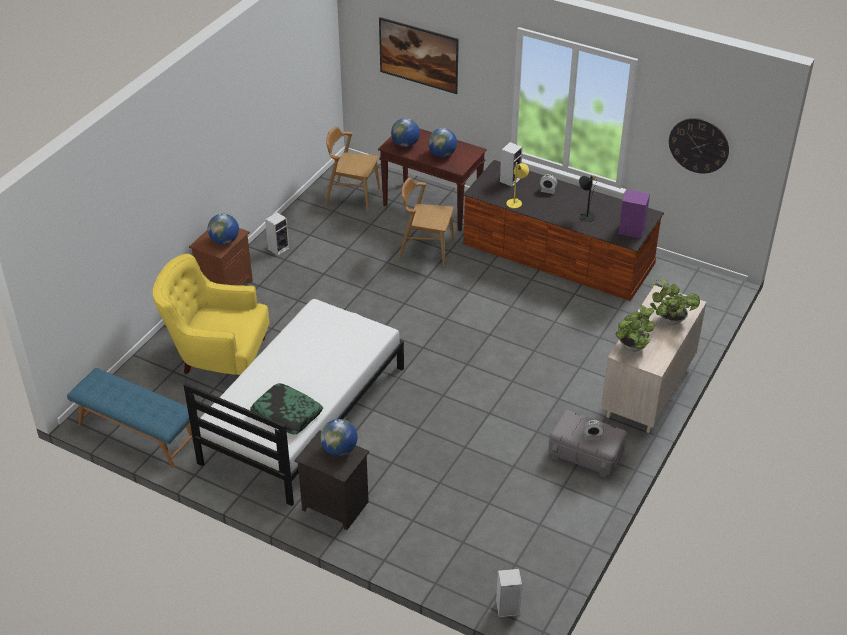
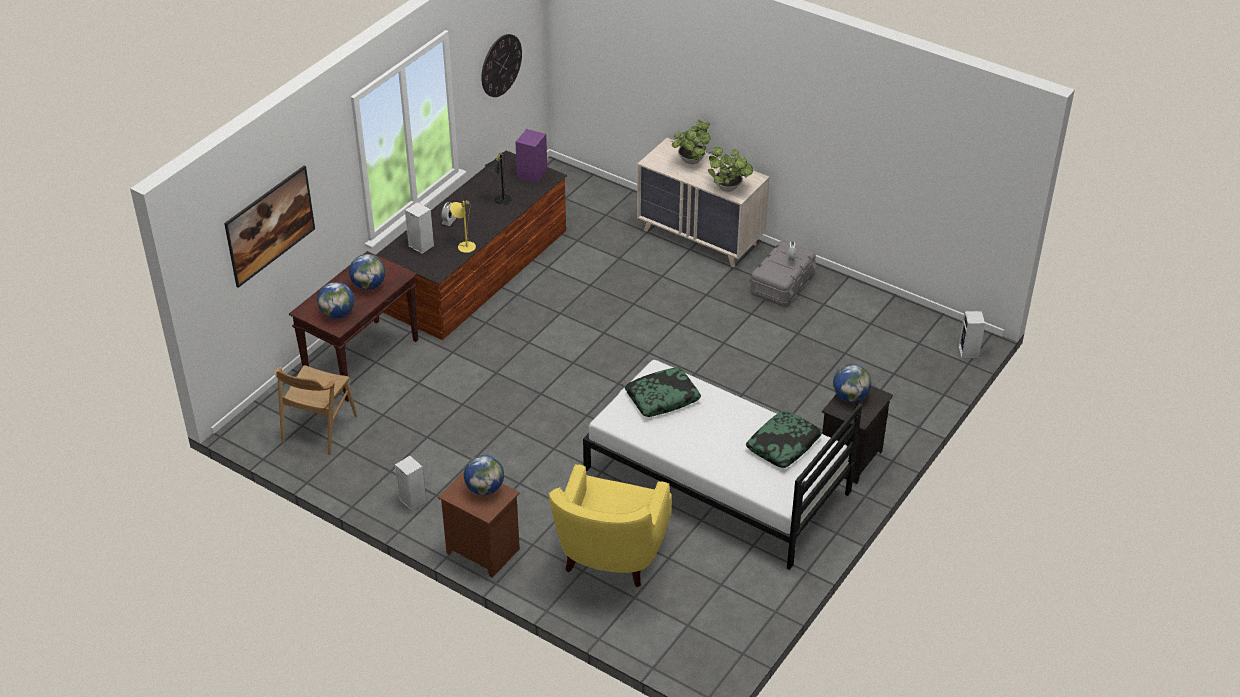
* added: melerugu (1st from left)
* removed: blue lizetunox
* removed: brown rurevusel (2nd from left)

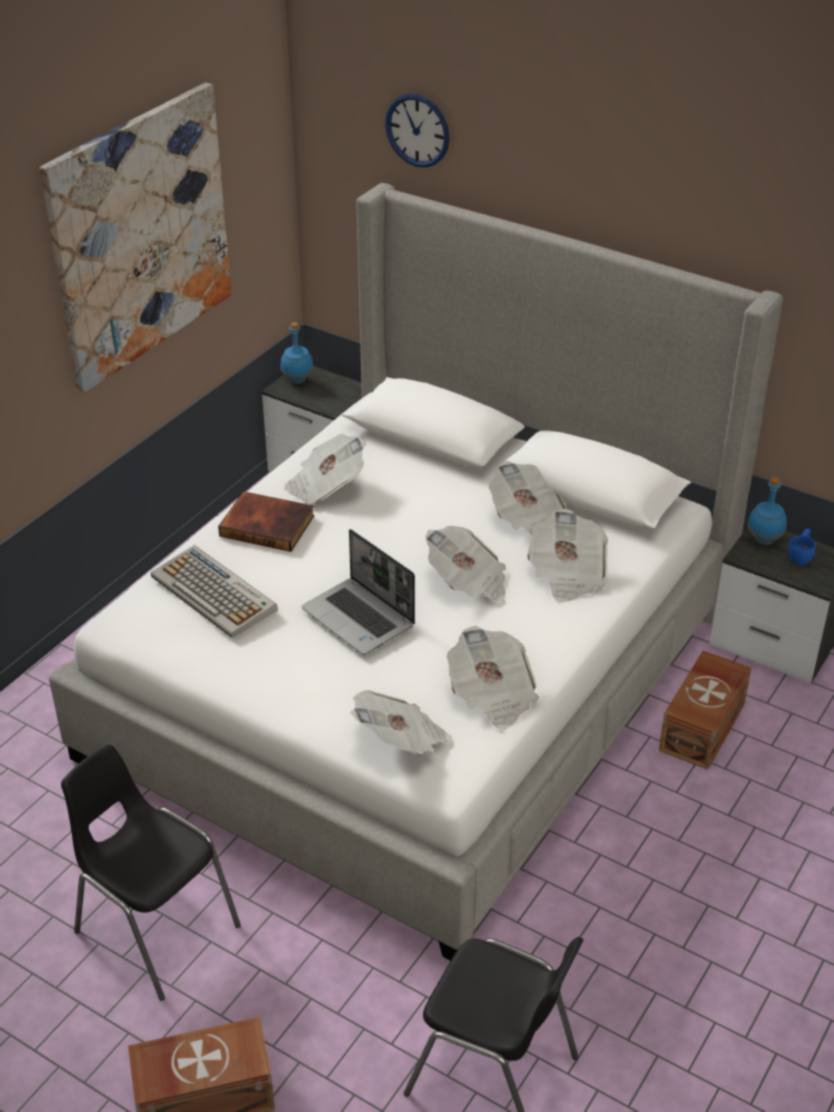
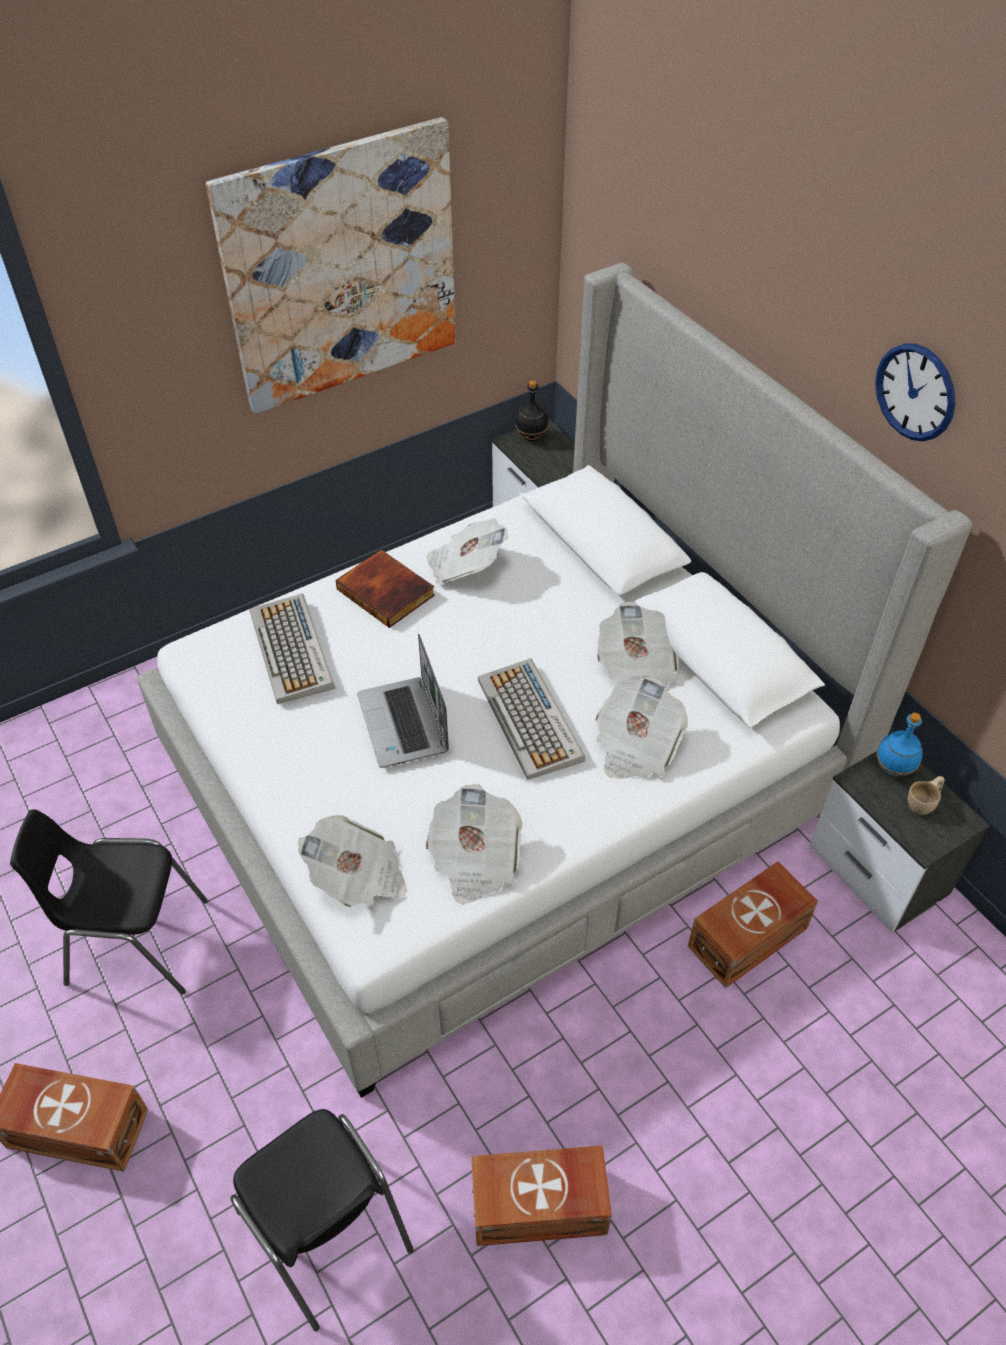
* turned: black rurevusel (1st from left) 60 degrees counterclockwise
* added: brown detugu (2nd from left)
* replaced: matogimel (3rd from left) to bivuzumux (2nd from left)
* recoloured: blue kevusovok (1st from left) to black kevusovok
* moved: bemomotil
* recoloured: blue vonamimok to beige vonamimok

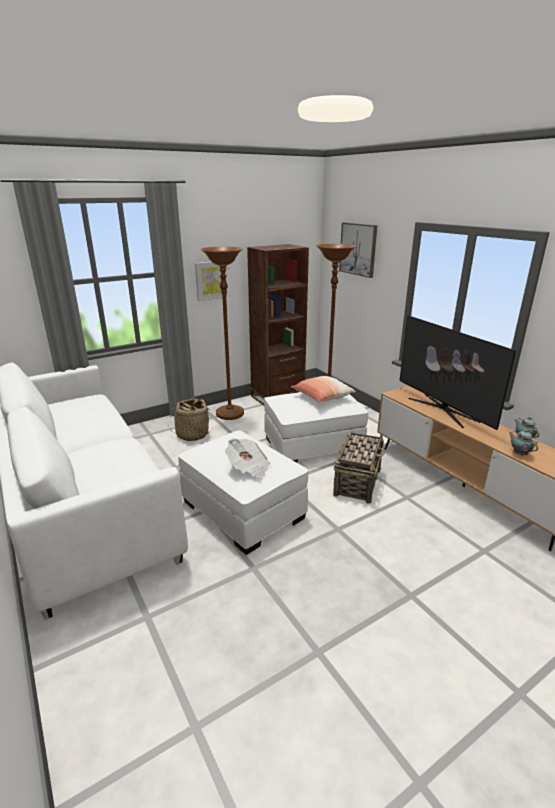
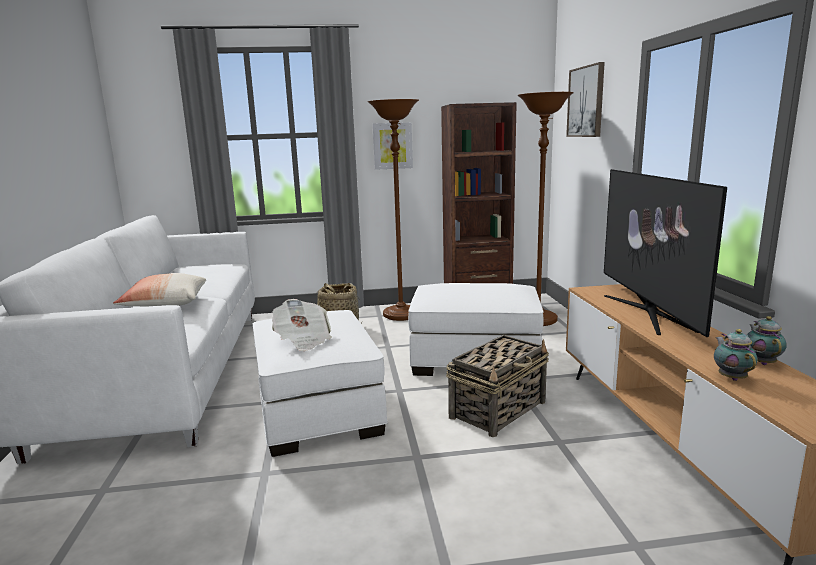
* moved: melerugu

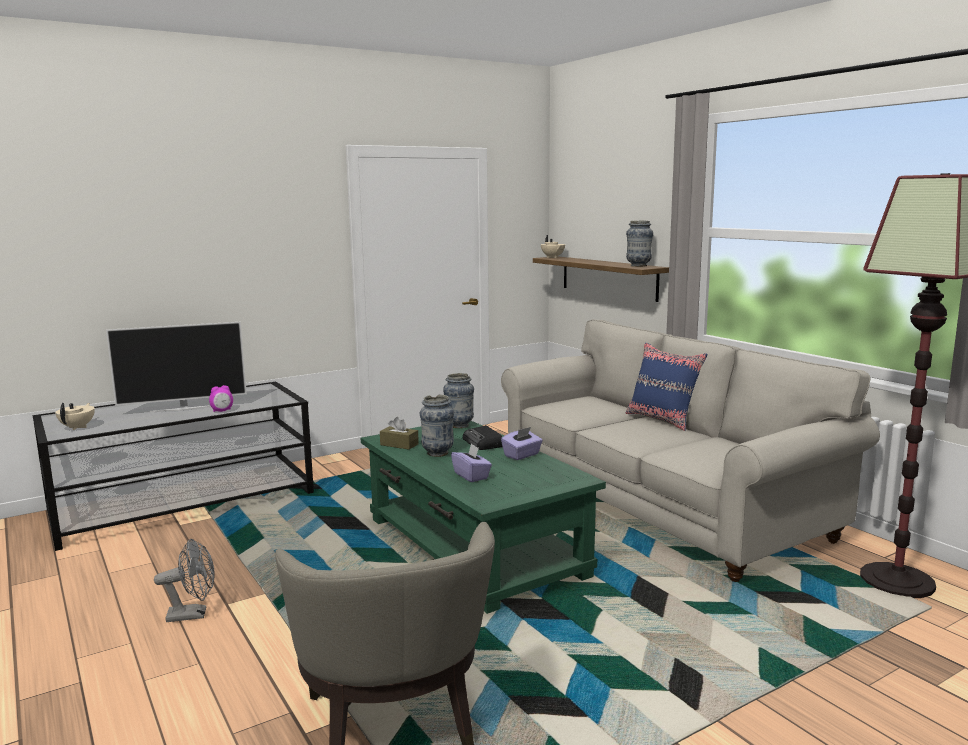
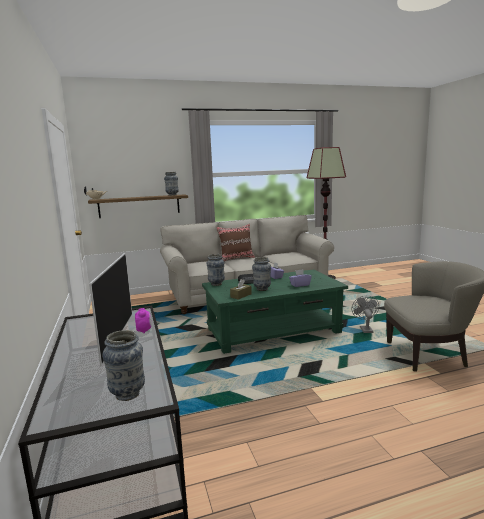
* replaced: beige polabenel (1st from left) to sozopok (1st from left)
* recoloured: blue melerugu to brown melerugu
* moved: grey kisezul

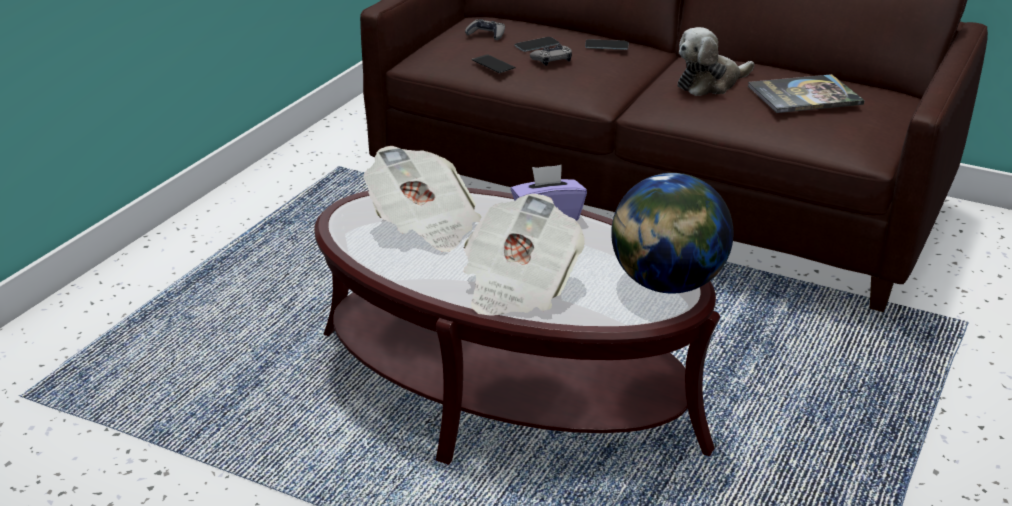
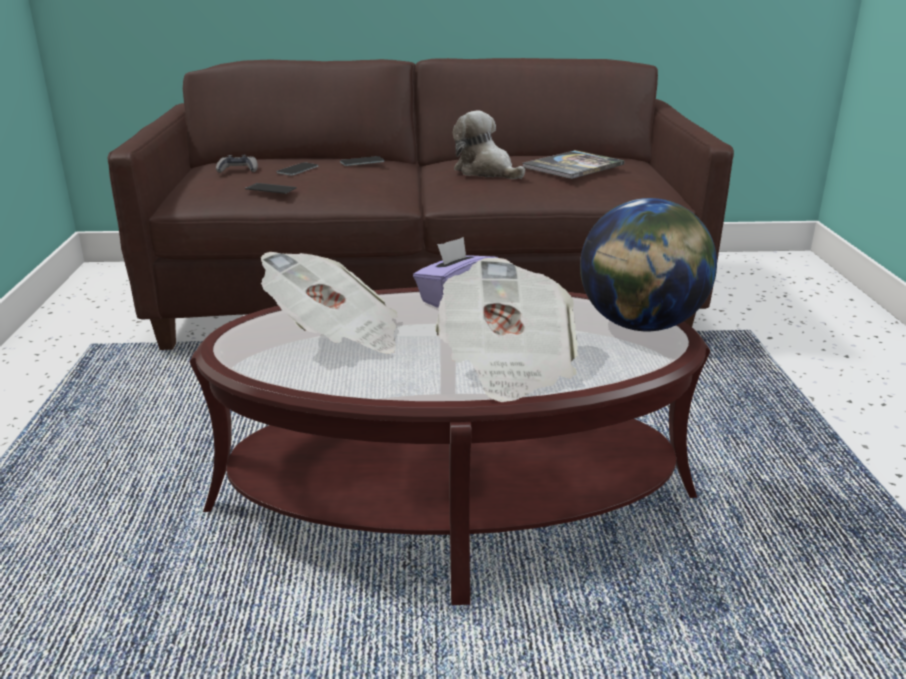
* turned: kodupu 105 degrees clockwise
* removed: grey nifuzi (2nd from left)

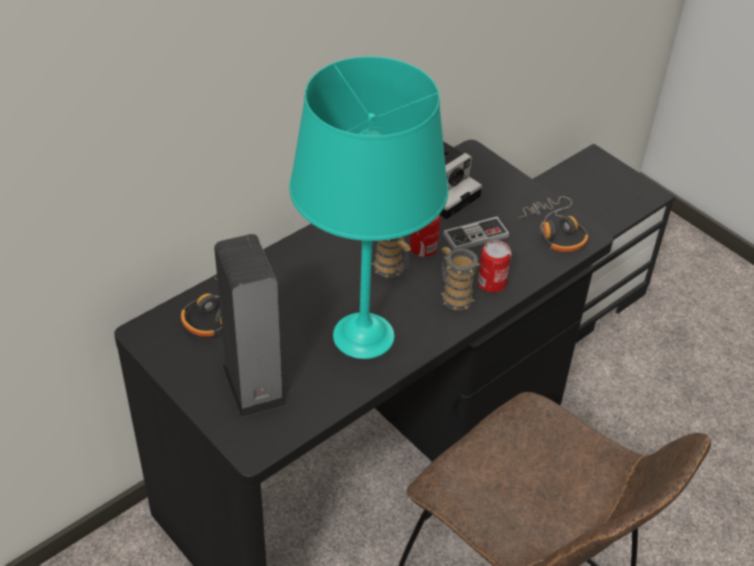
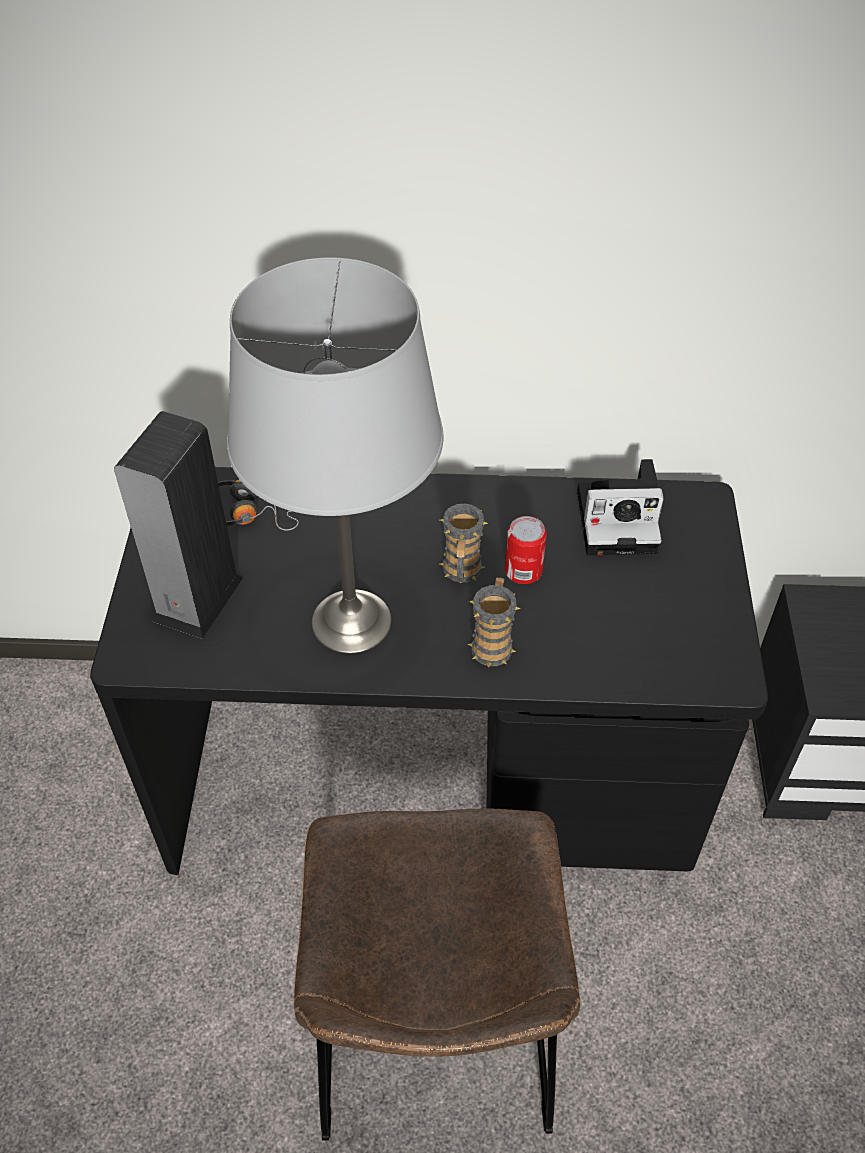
* recoloured: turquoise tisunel to grey tisunel
* removed: nifuzi
* removed: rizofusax (2nd from left)
* removed: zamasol (2nd from left)

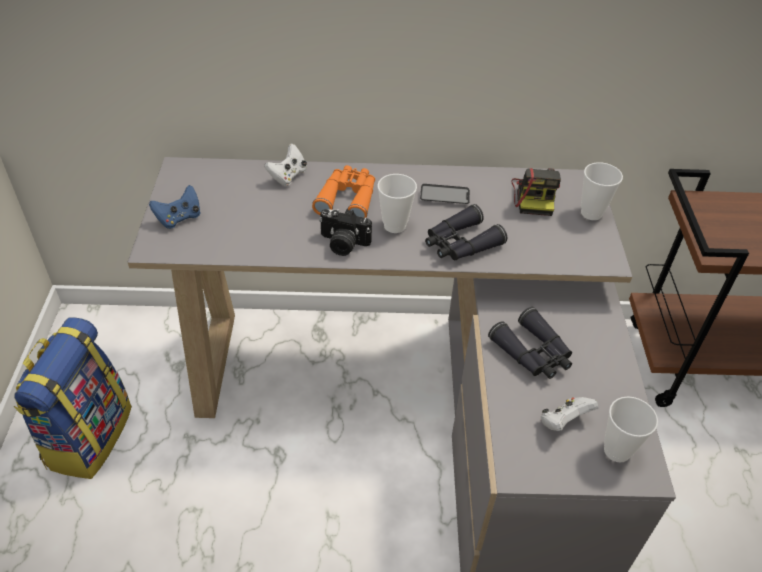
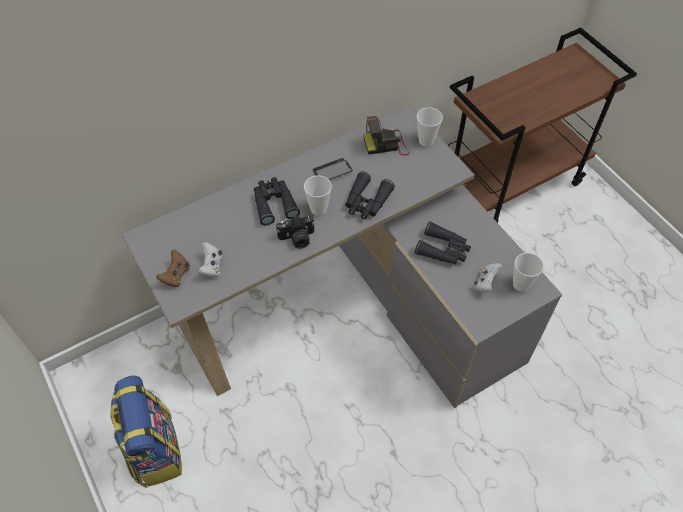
* recoloured: blue nifuzi to brown nifuzi
* moved: white nifuzi (1st from left)
* recoloured: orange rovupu to black rovupu (1st from left)
* turned: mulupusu (2nd from left) 105 degrees clockwise

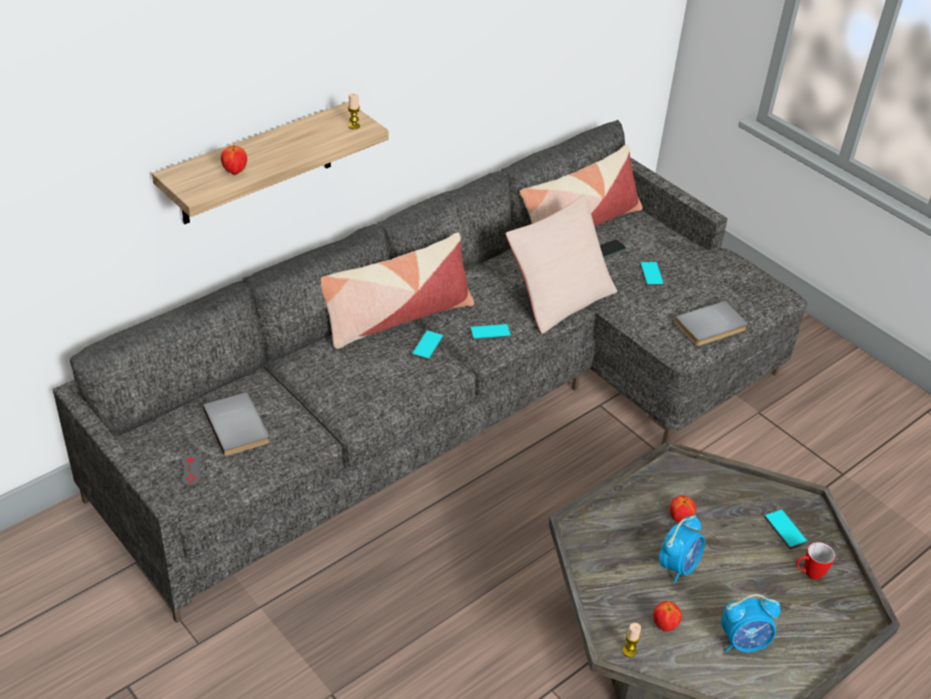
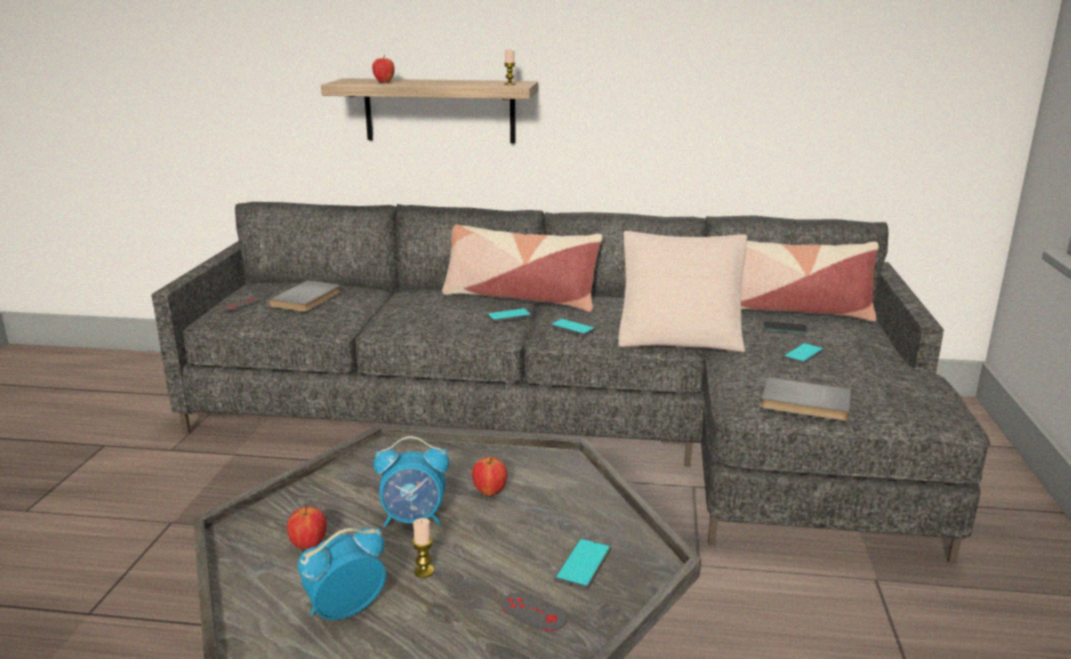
* turned: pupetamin (2nd from left in the first image) 105 degrees clockwise
* moved: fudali (2nd from left in the first image) to fudali (1st from left)
* replaced: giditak to grey nifuzi (2nd from left)

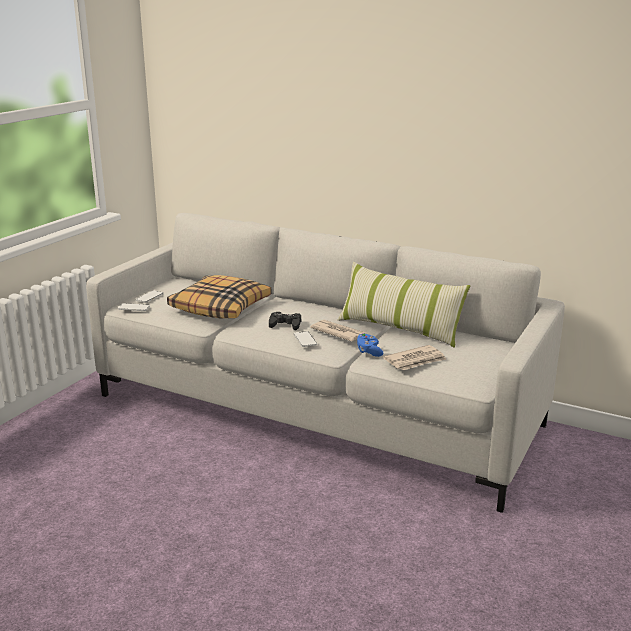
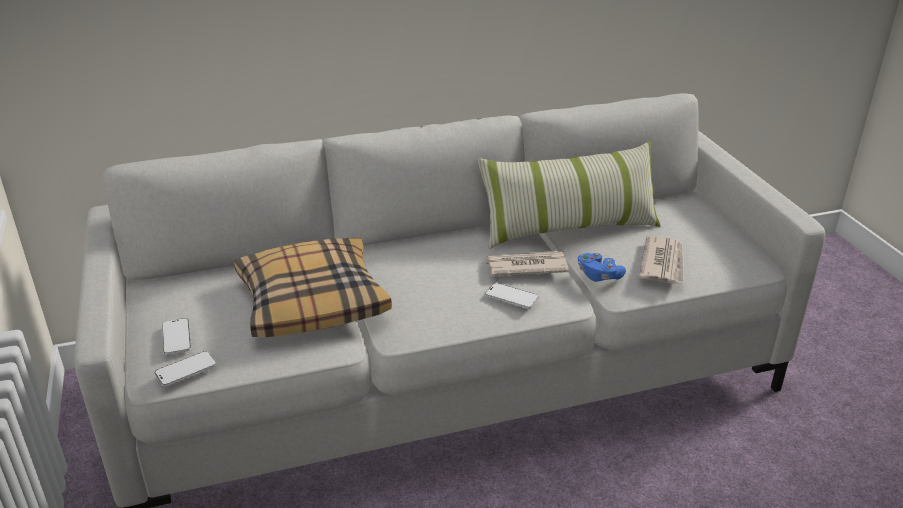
* removed: black nifuzi

